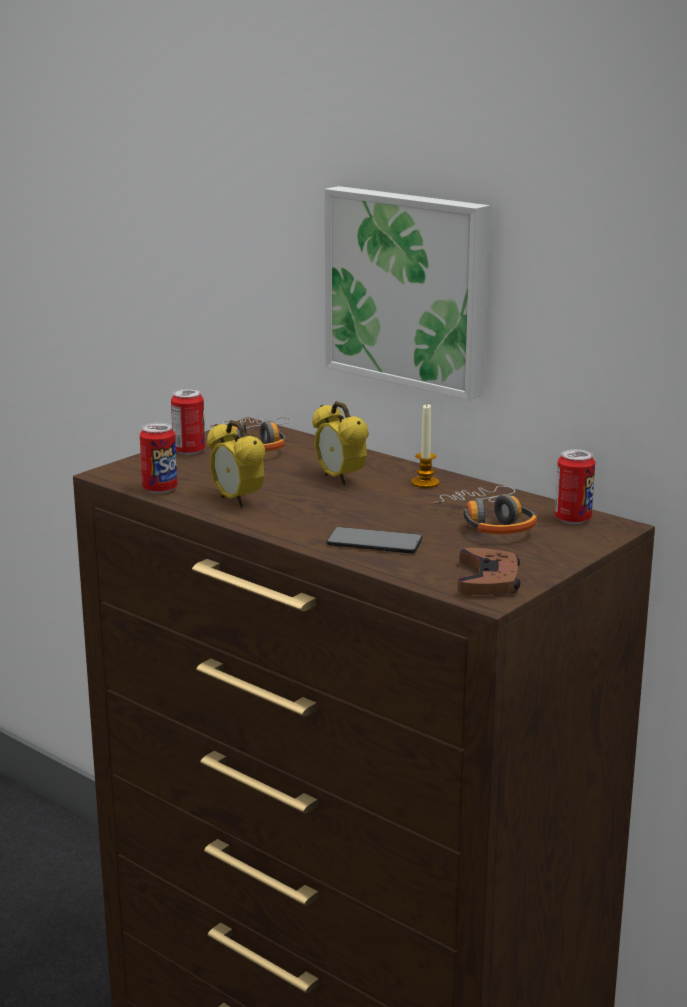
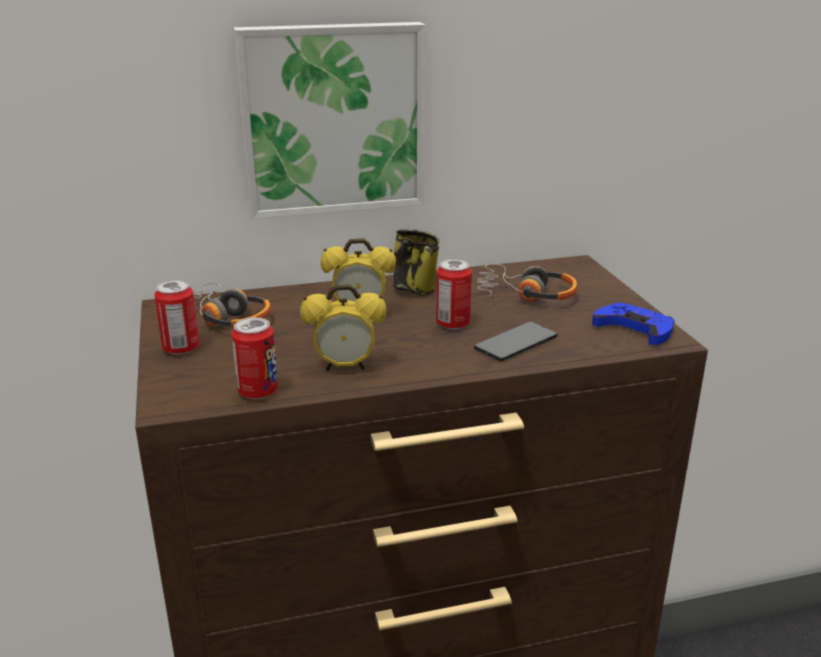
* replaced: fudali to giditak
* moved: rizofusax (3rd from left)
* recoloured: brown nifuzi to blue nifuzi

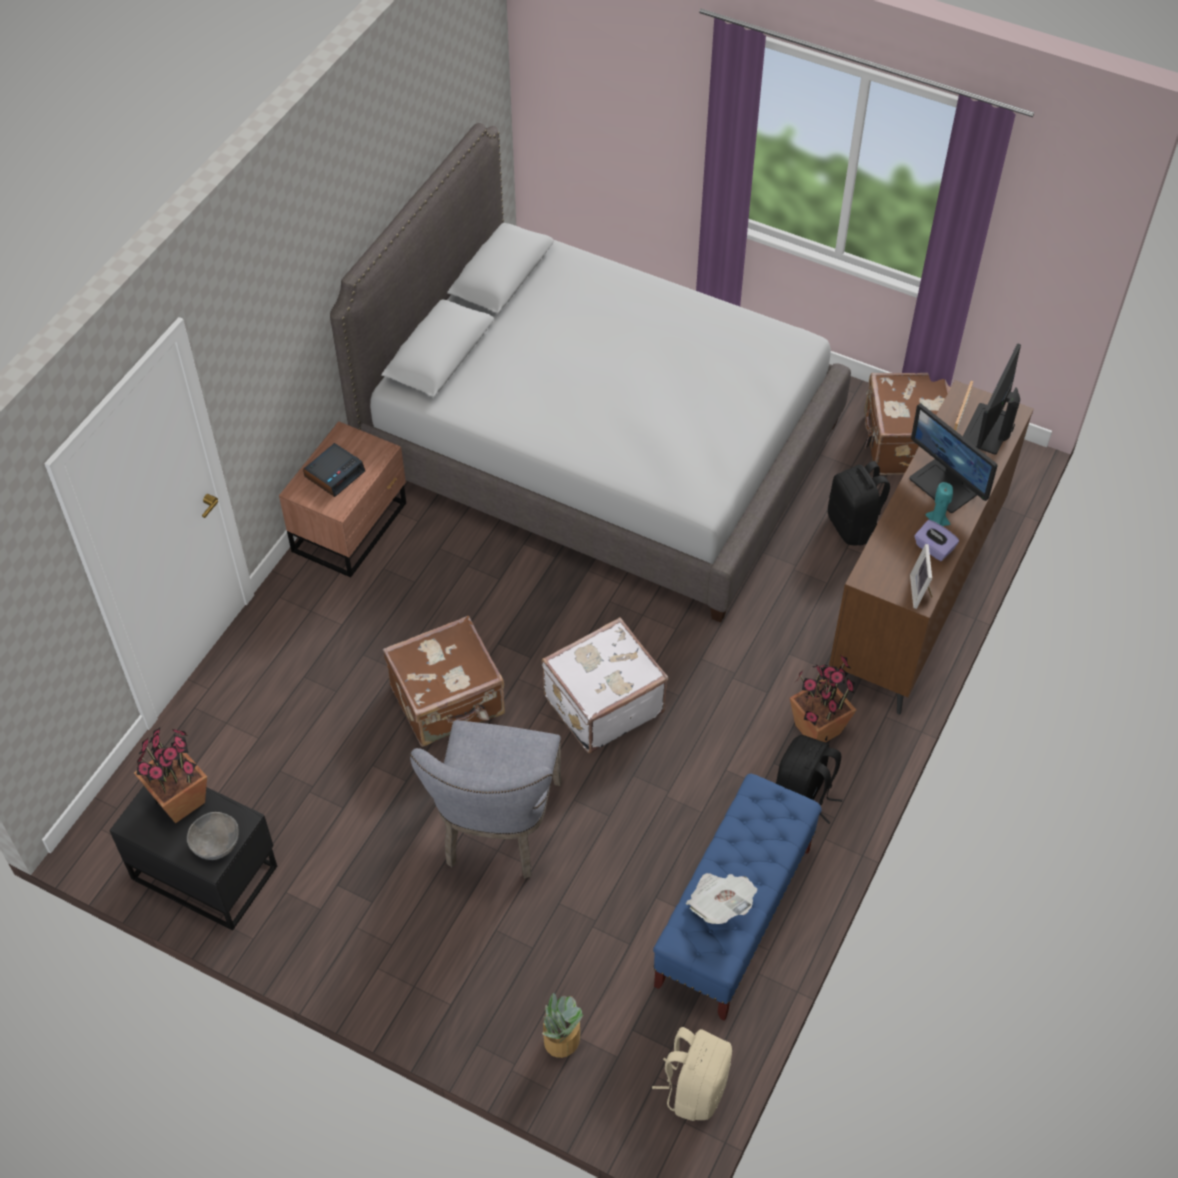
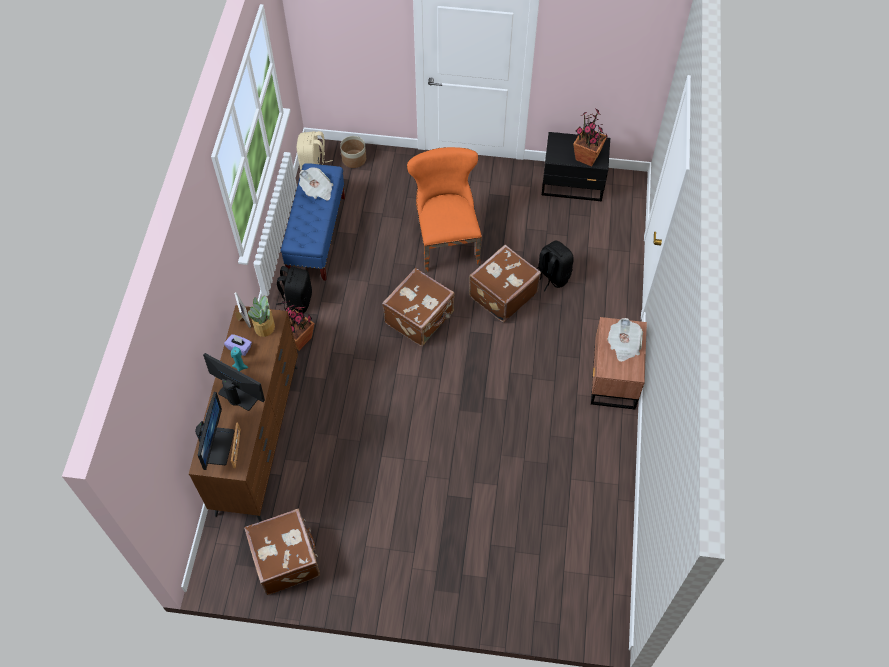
* moved: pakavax (2nd from left in the first image) to pakavax (1st from left)
* added: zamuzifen
* recoloured: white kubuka to brown kubuka (2nd from left)
* recoloured: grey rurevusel to orange rurevusel
* moved: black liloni (2nd from left)
* replaced: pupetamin to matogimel (2nd from left)
* removed: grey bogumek
* removed: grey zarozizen

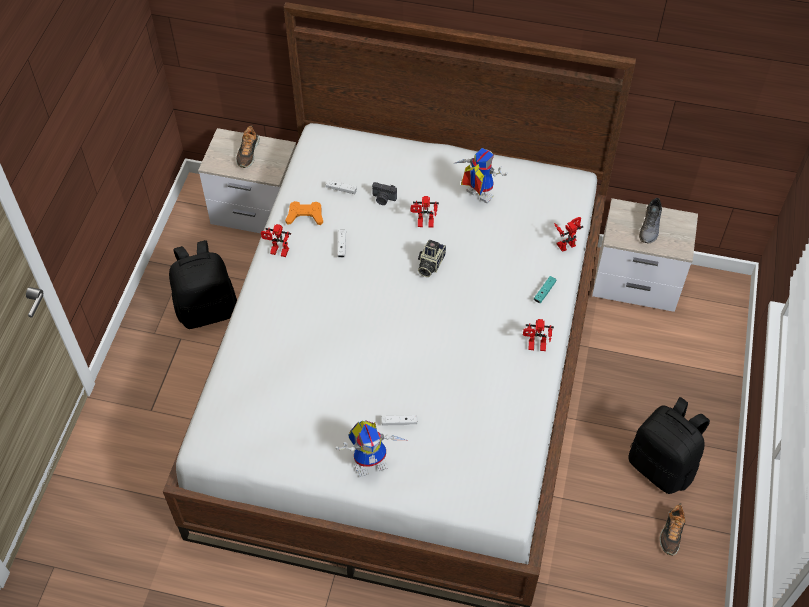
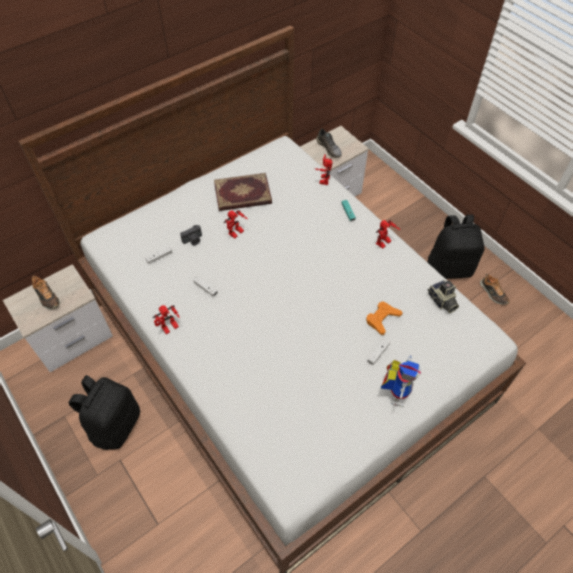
* replaced: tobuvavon (4th from left) to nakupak
* moved: orange nifuzi
* moved: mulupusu (2nd from left)

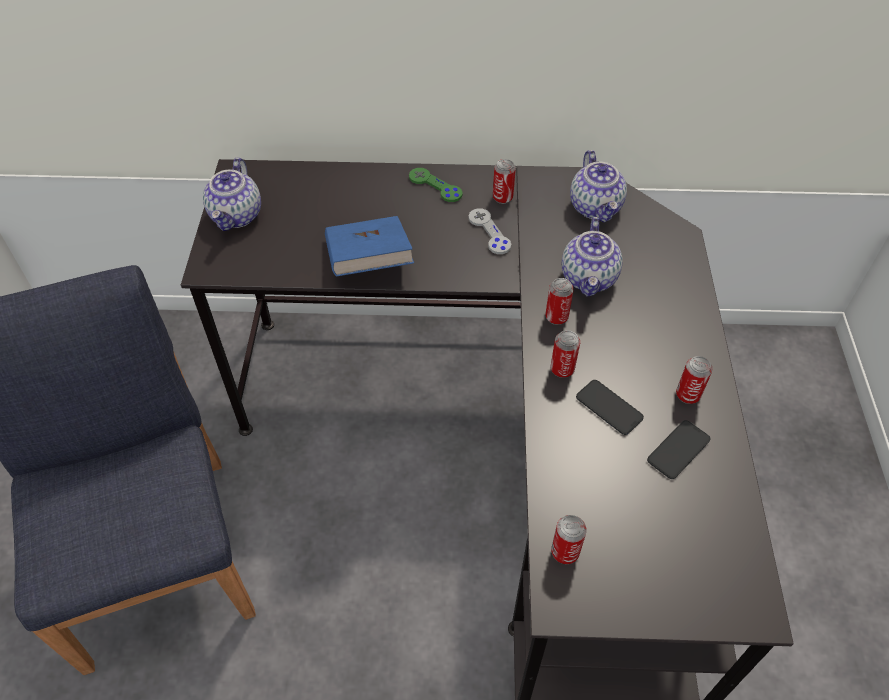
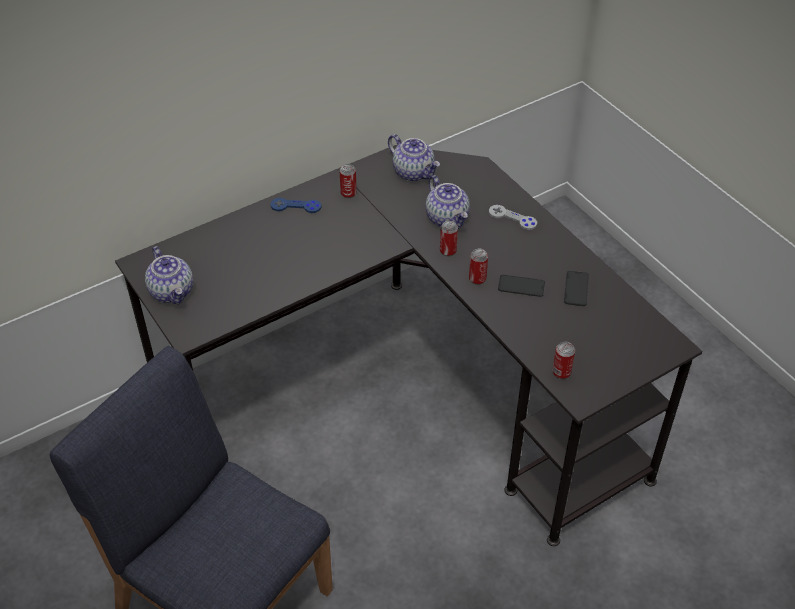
* recoloured: green nifuzi to blue nifuzi
* moved: grey nifuzi
* removed: blue nakupak
* removed: rizofusax (5th from left)

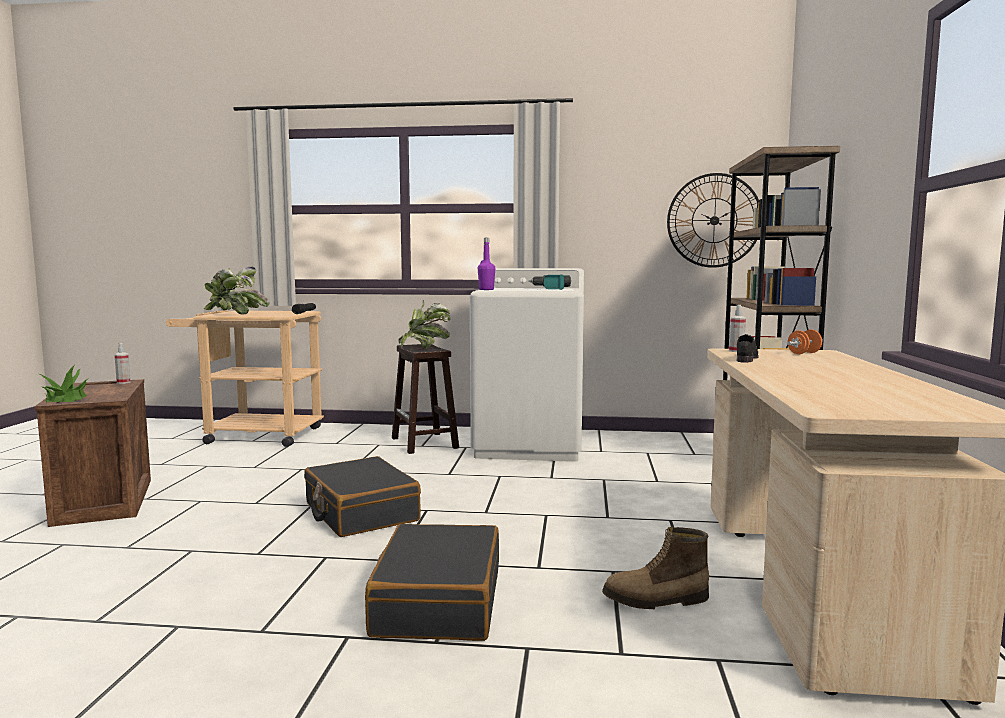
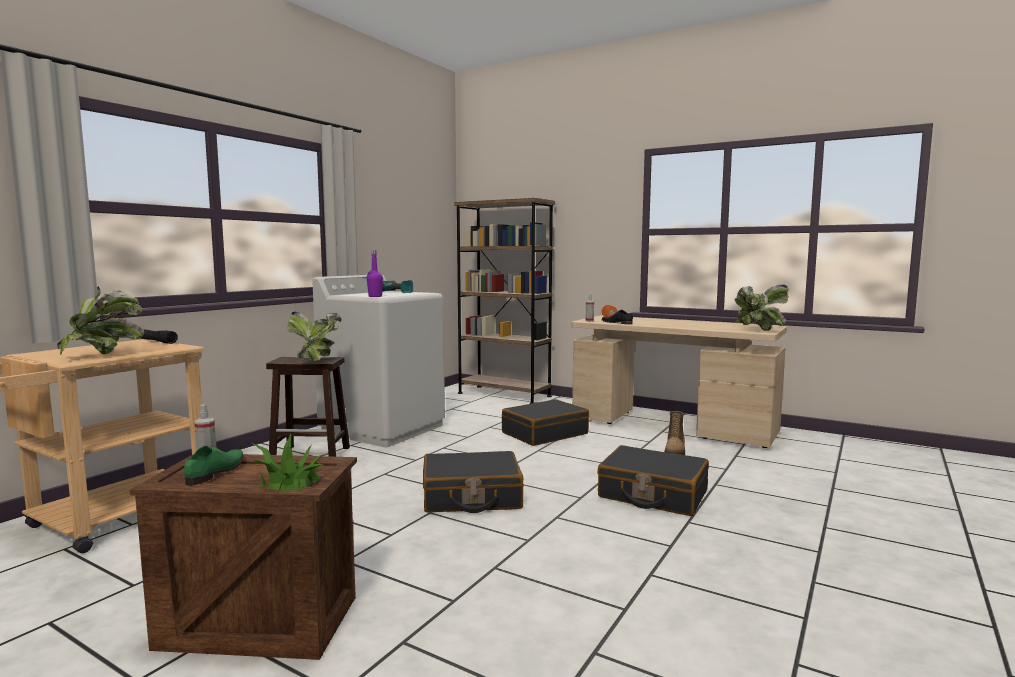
* added: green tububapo
* added: black kubuka (2nd from left)
* added: pakavax (4th from left)
* removed: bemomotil

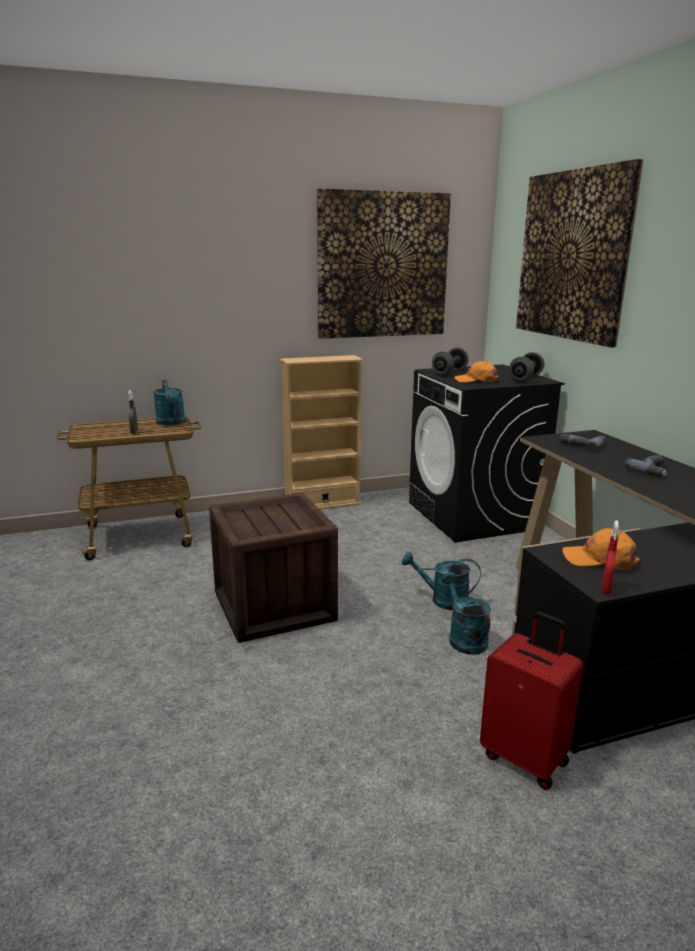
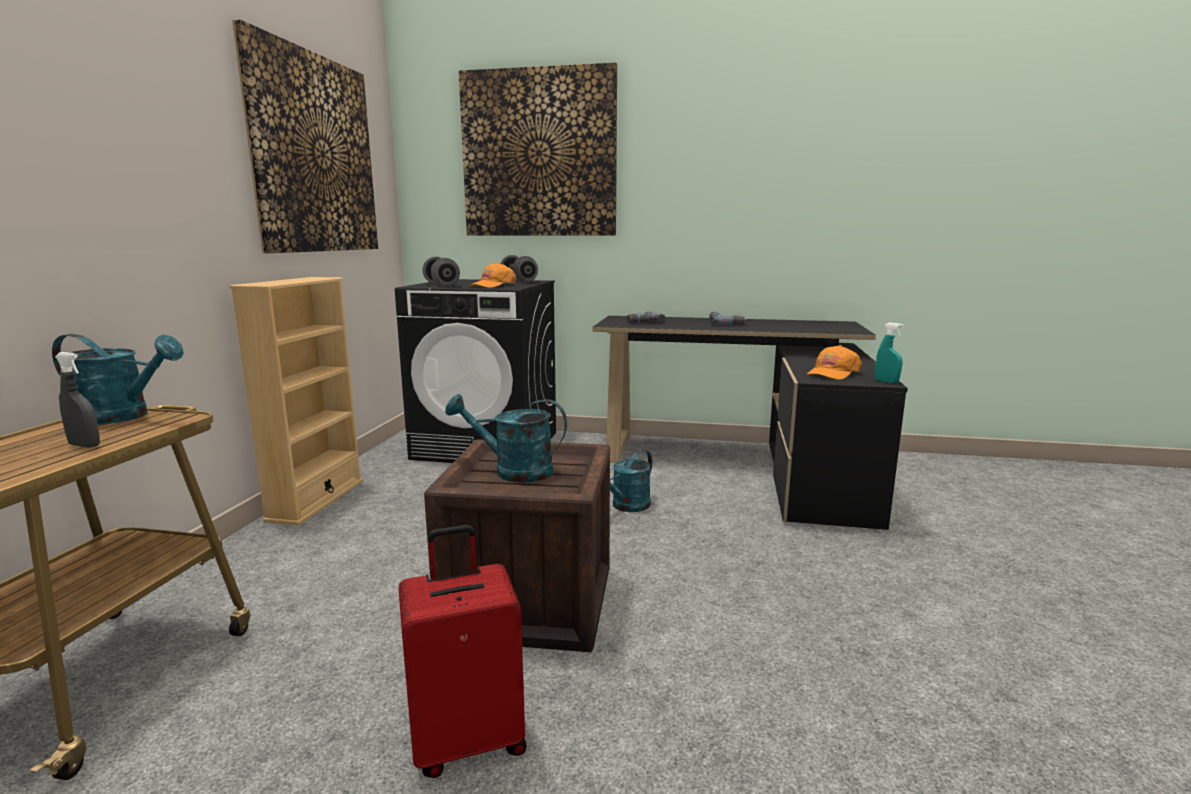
* moved: red kubuka
* moved: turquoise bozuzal (3rd from left in the first image) to turquoise bozuzal (2nd from left)
* recoloured: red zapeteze to turquoise zapeteze

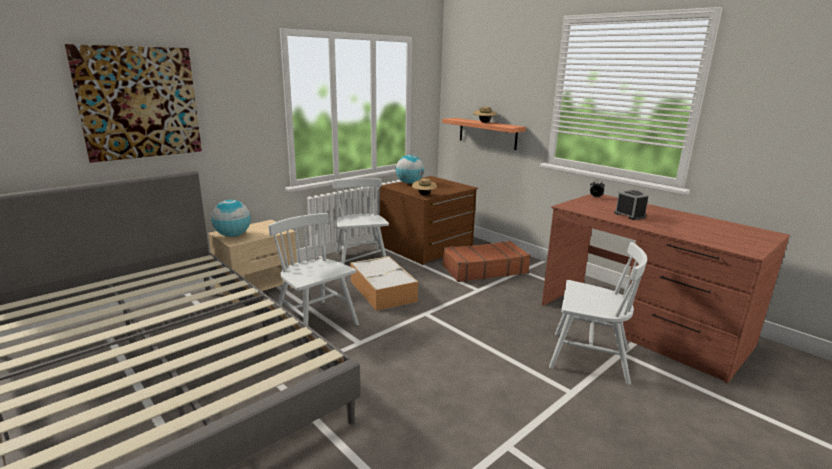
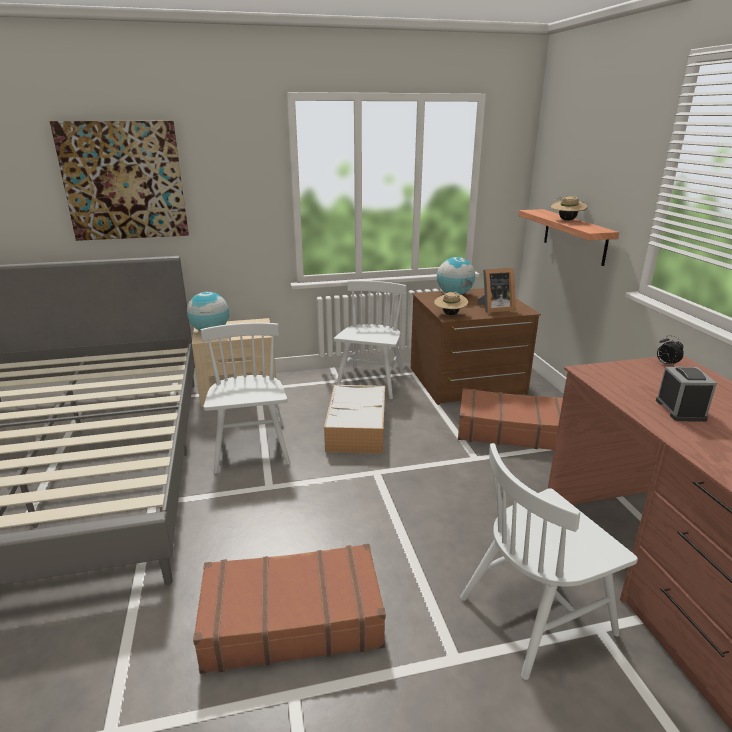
* added: brown kubuka (1st from left)
* turned: white rurevusel (3rd from left) 105 degrees clockwise
* added: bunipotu

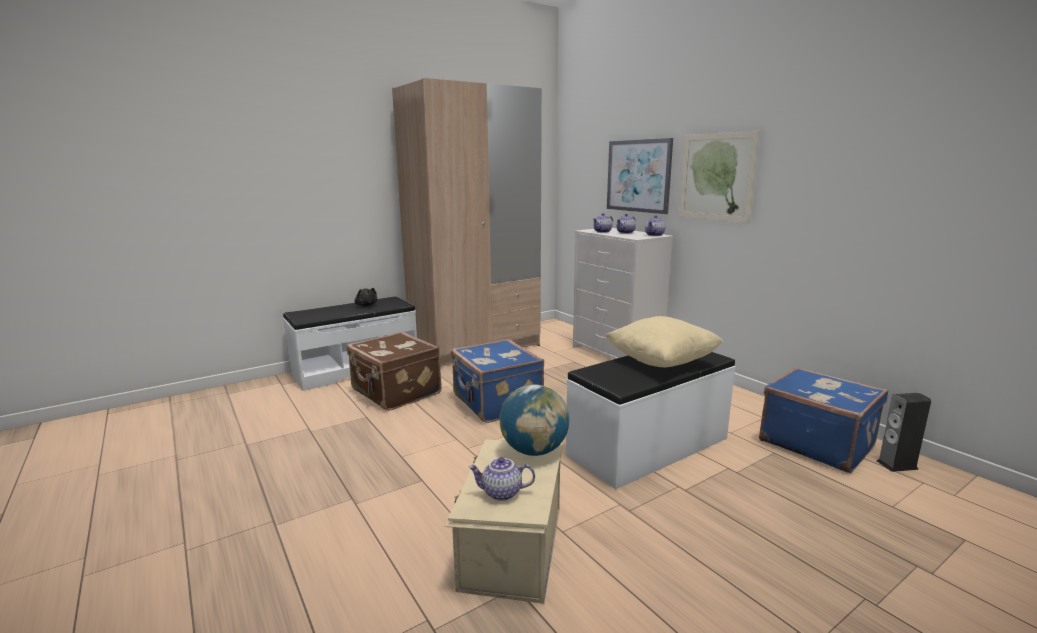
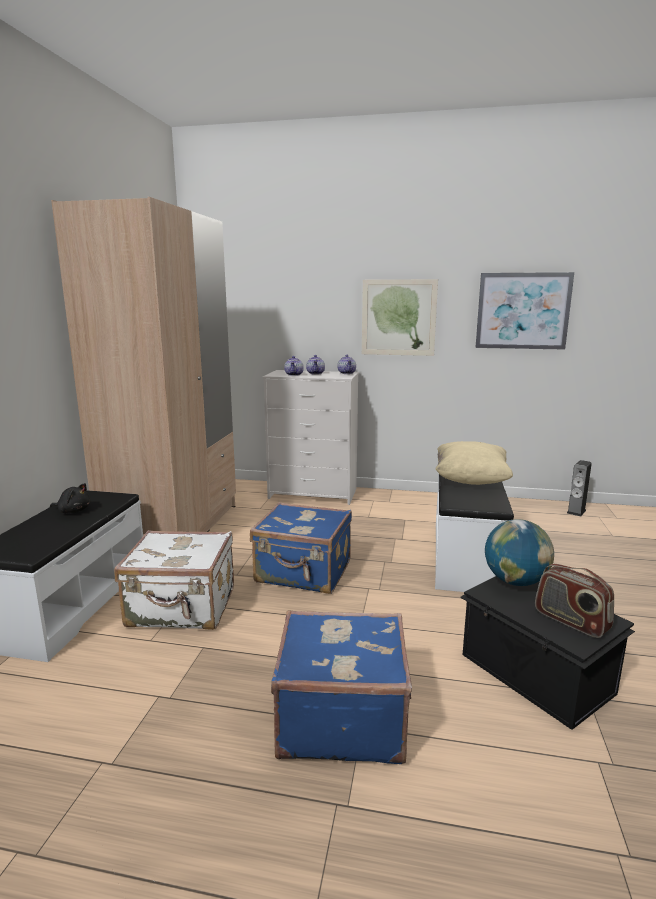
* recoloured: brown kubuka to white kubuka
* moved: blue kubuka (2nd from left)
* recoloured: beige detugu to black detugu
* moved: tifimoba (1st from left in the first image) to tifimoba (2nd from left)
* replaced: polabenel (1st from left) to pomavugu

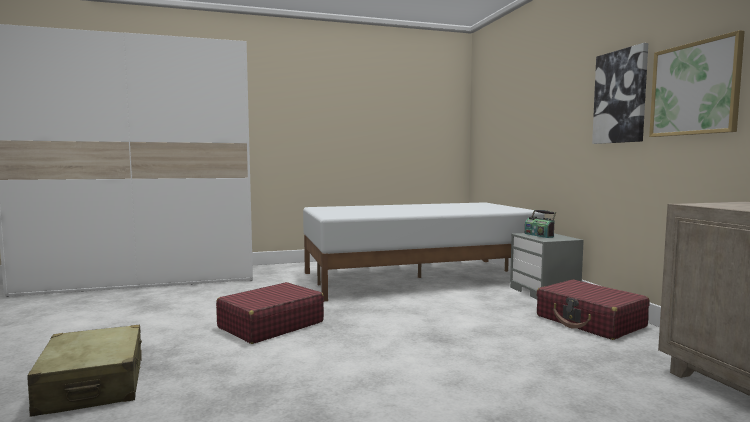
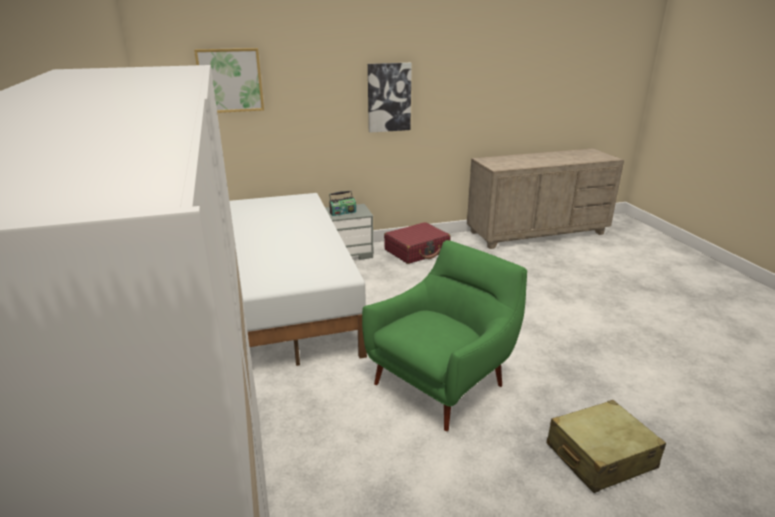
* moved: tifimoba (2nd from left in the first image) to tifimoba (1st from left)
* replaced: red kubuka (1st from left) to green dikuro

